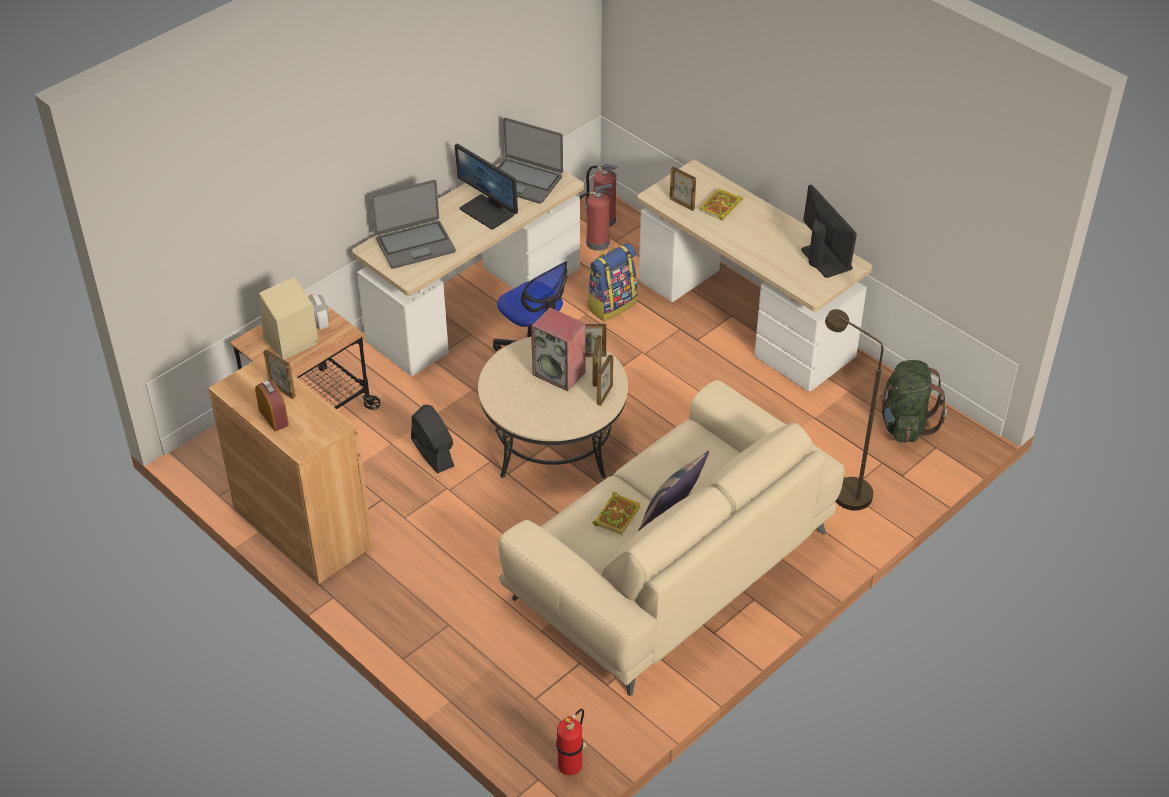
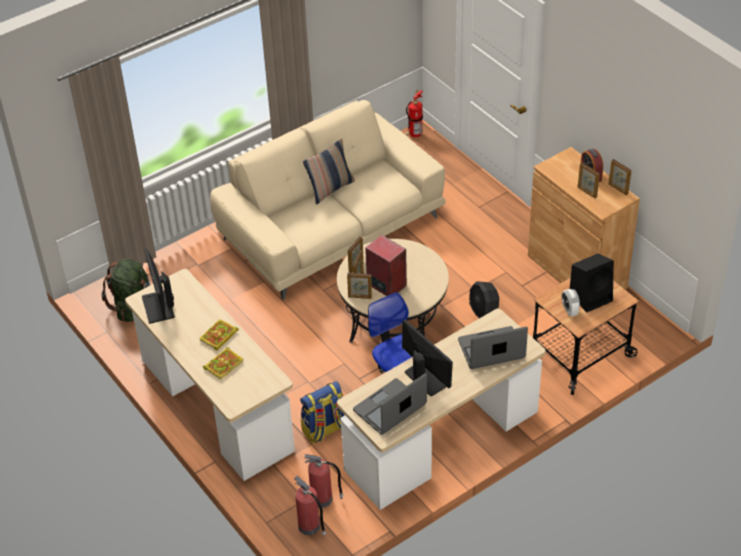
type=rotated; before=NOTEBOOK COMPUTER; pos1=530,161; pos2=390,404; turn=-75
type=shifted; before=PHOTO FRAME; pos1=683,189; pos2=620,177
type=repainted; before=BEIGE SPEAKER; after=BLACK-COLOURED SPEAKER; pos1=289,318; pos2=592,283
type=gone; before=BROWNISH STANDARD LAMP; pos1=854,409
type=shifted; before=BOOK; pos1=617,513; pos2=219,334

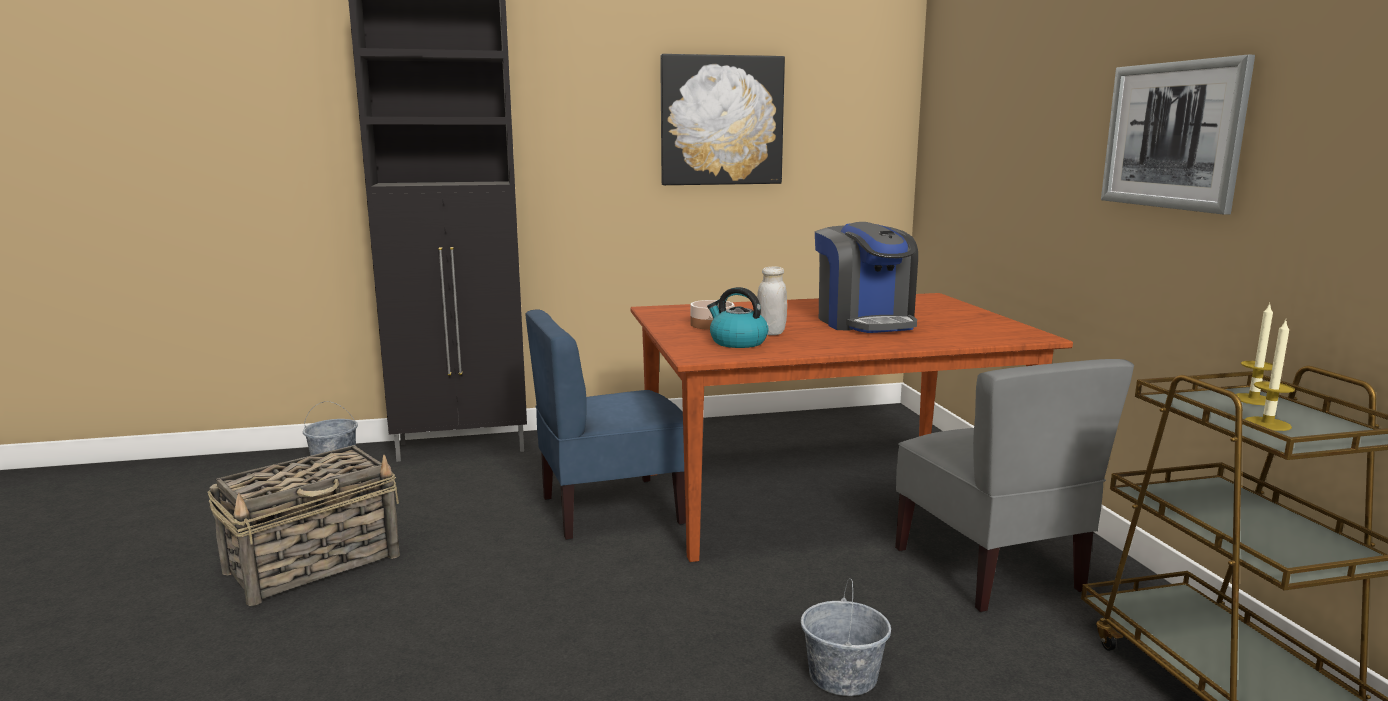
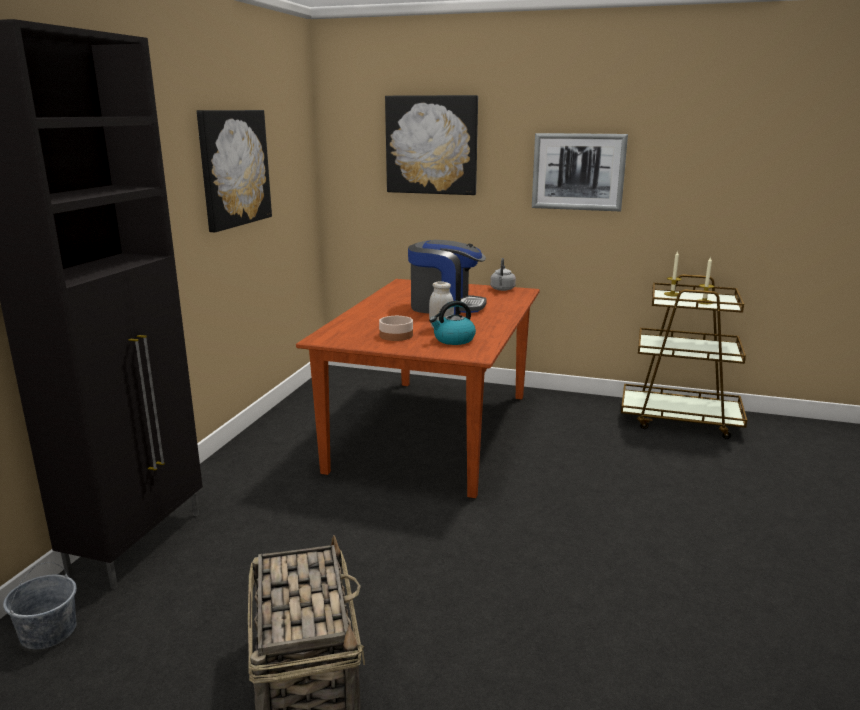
type=gone; before=BLUE-COLOURED CHAIR; pos1=605,424
type=gone; before=GREY CHAIR; pos1=1014,485
type=gone; before=GREY PAIL; pos1=846,637
type=new; after=WALL ART; pos2=431,145
type=new; after=GREY TEA KETTLE; pos2=503,274

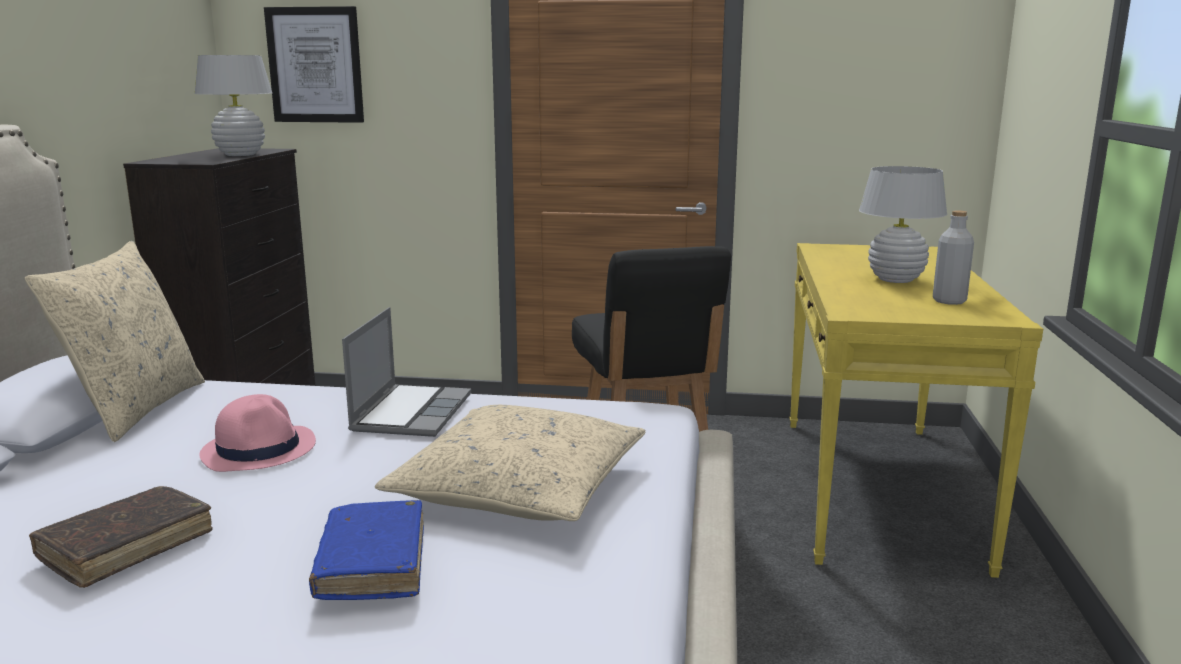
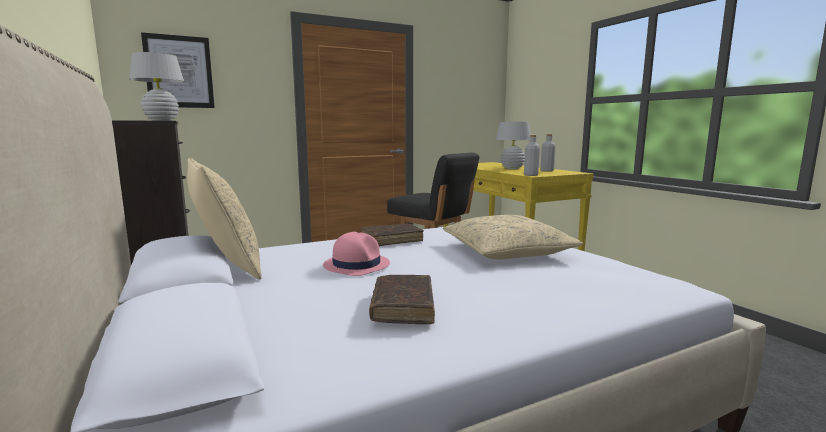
type=swapped; before=NOTEBOOK COMPUTER; after=BROWNISH BOOK; pos1=406,372; pos2=392,235
type=gone; before=BLUE-COLOURED BOOK; pos1=366,550
type=new; after=GREY DRINK BOTTLE; pos2=532,155

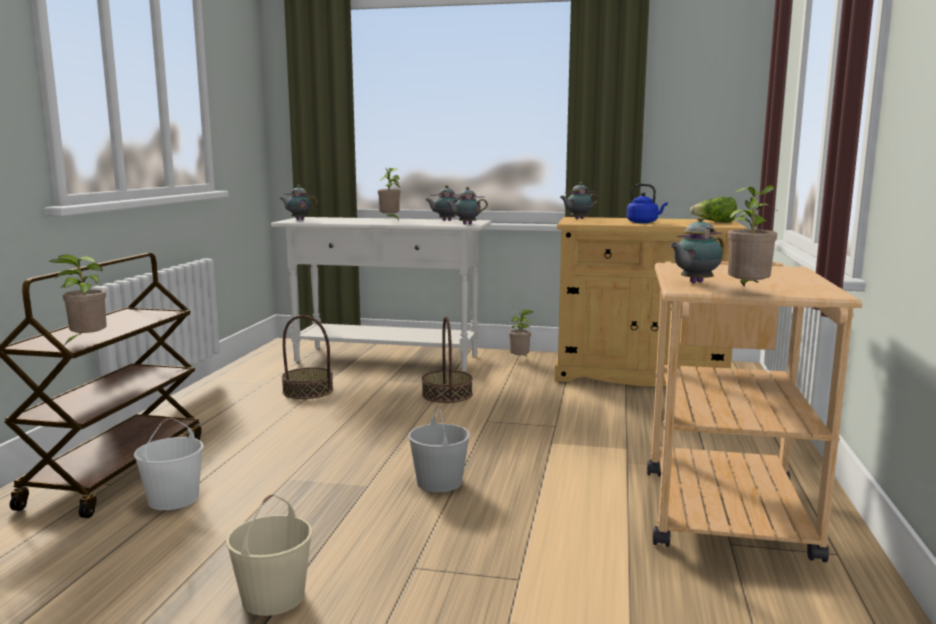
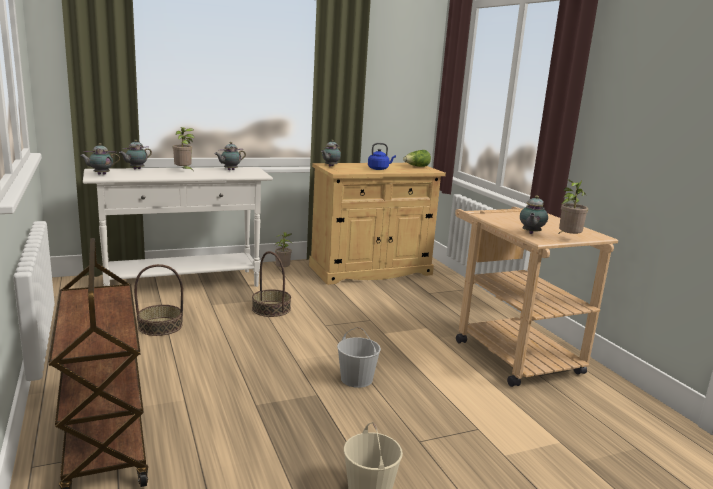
type=shifted; before=POT FOR TEA; pos1=466,206; pos2=135,154
type=gone; before=HOUSEPLANT; pos1=78,300
type=gone; before=WHITE-COLOURED PAIL; pos1=169,464

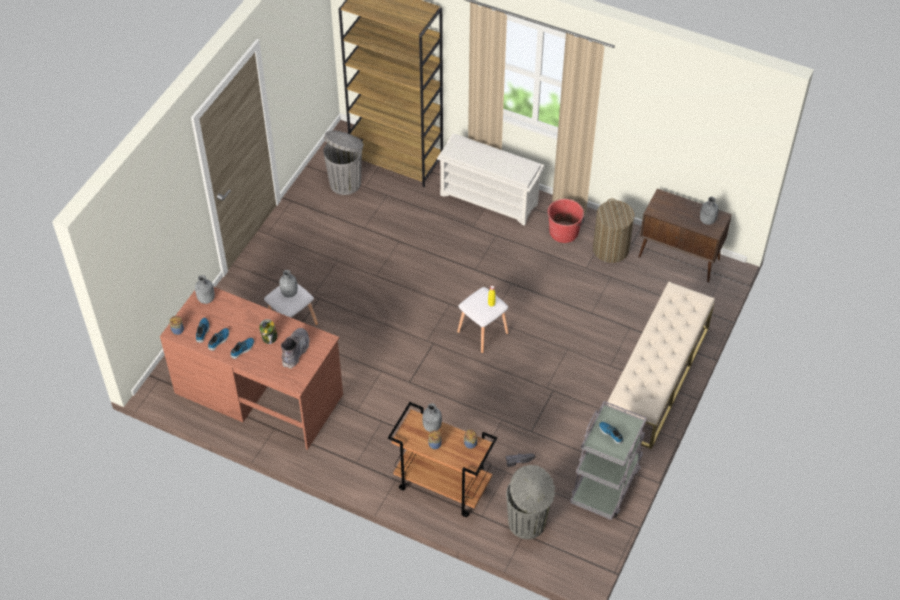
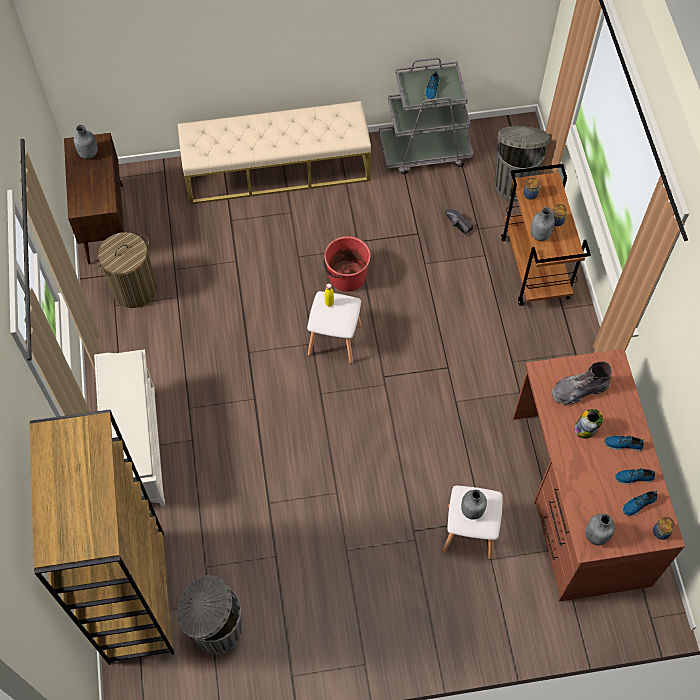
type=shifted; before=RED PAIL; pos1=566,221; pos2=347,264

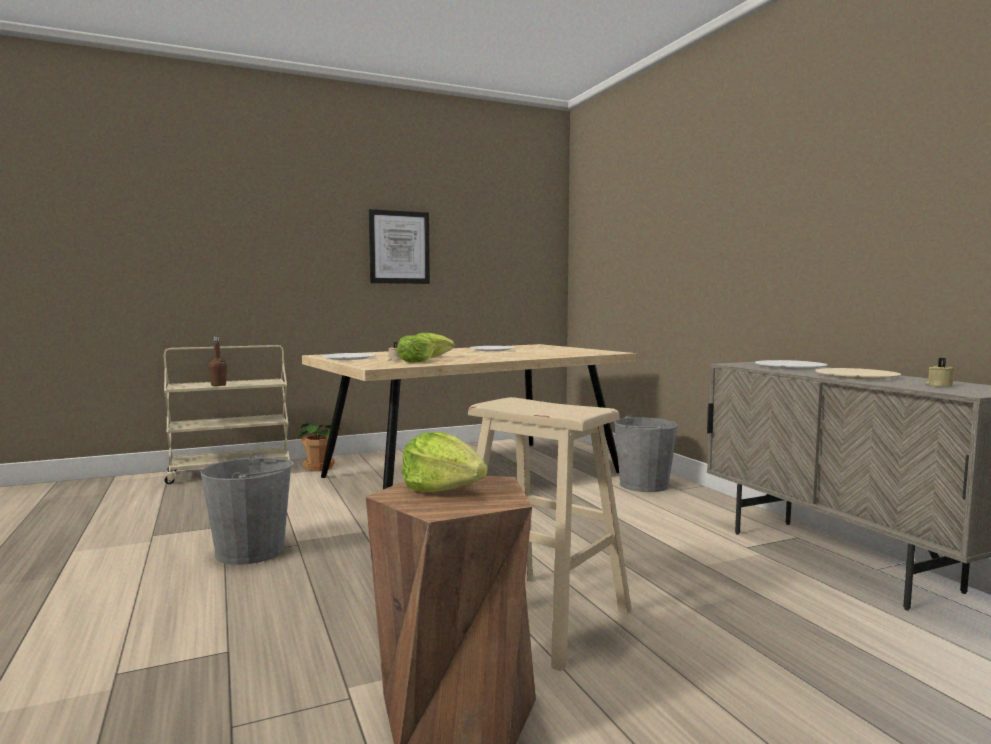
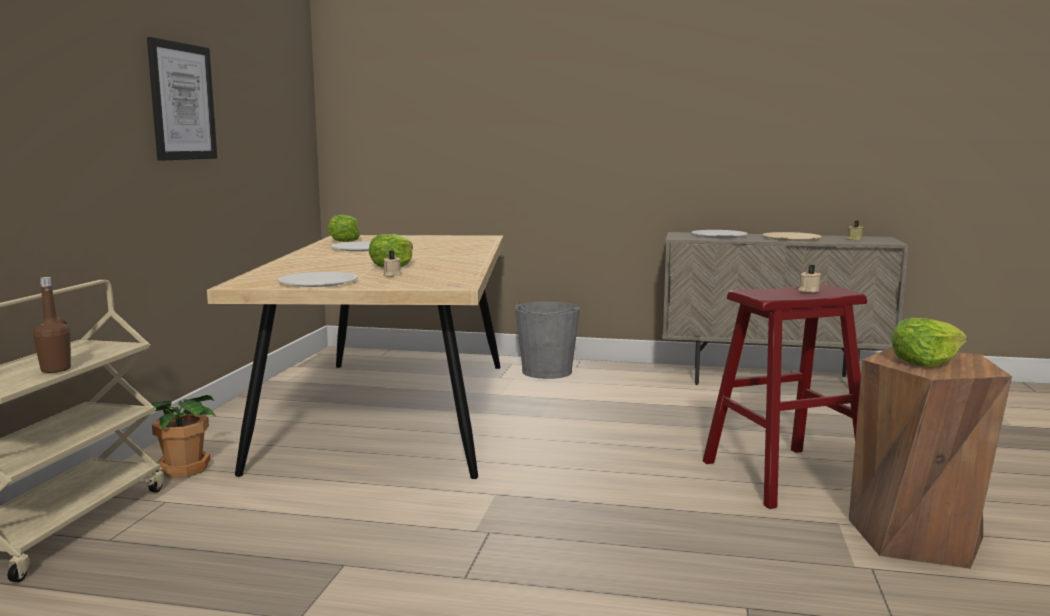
type=shifted; before=LETTUCE; pos1=416,349; pos2=344,228
type=repainted; before=BEIGE STOOL SEAT; after=RED STOOL SEAT; pos1=550,534; pos2=785,396
type=gone; before=GREY PAIL; pos1=247,509
type=new; after=BEIGE WAX CANDLE; pos2=809,278

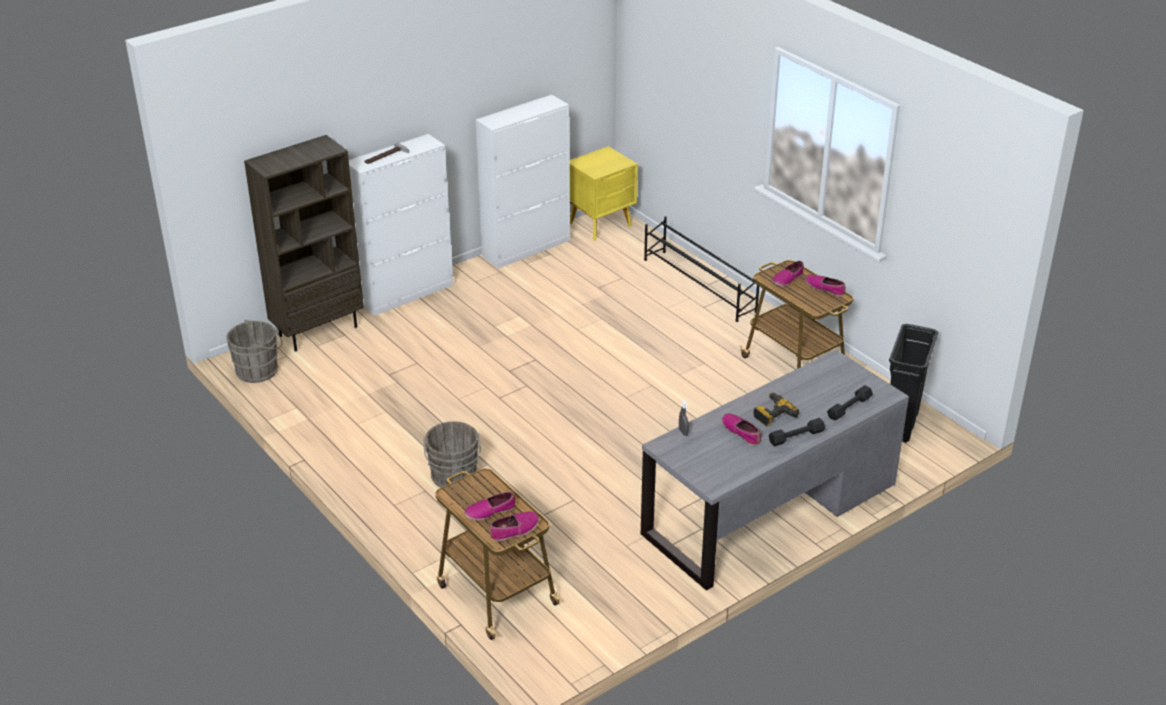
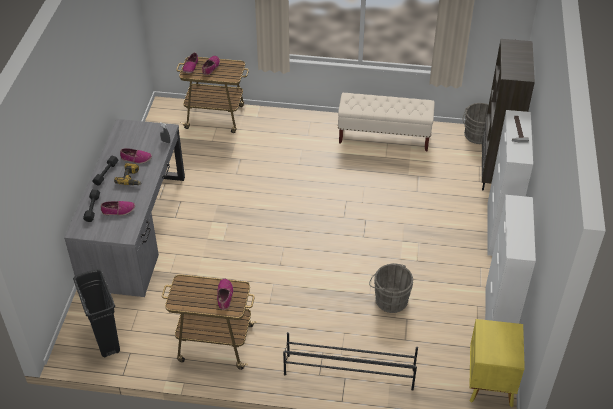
type=shifted; before=ITEM OF FOOTWEAR; pos1=825,285; pos2=118,208
type=shifted; before=GREY PAIL; pos1=452,454; pos2=391,288
type=new; after=BEIGE BENCH; pos2=386,122

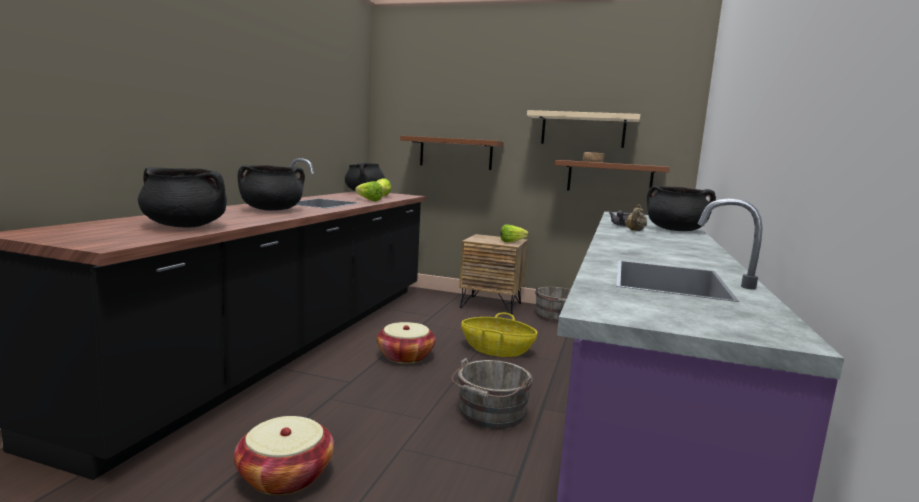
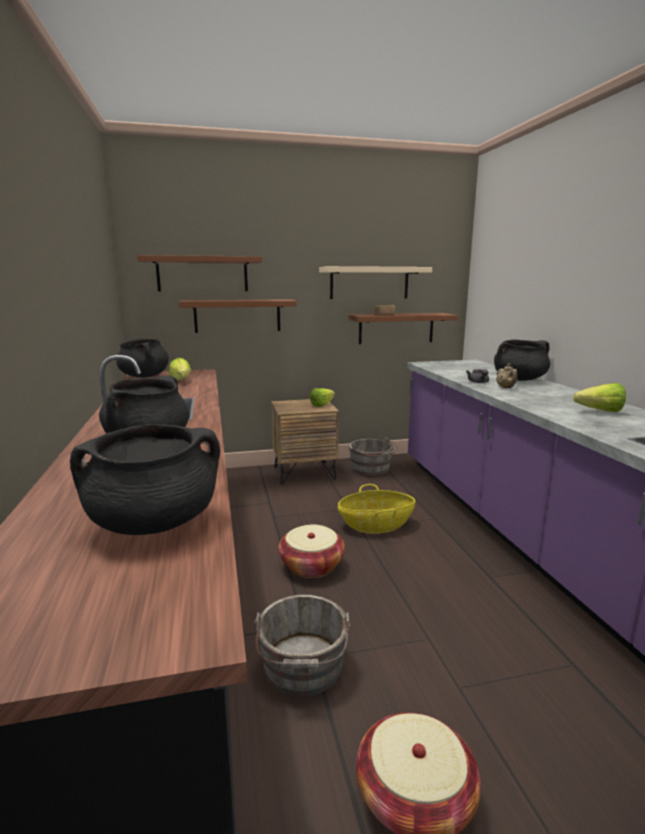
type=shifted; before=LETTUCE; pos1=369,191; pos2=599,397
type=shifted; before=GREY PAIL; pos1=492,393; pos2=302,645
type=new; after=BROWNISH BRACKET SHELF; pos2=199,273

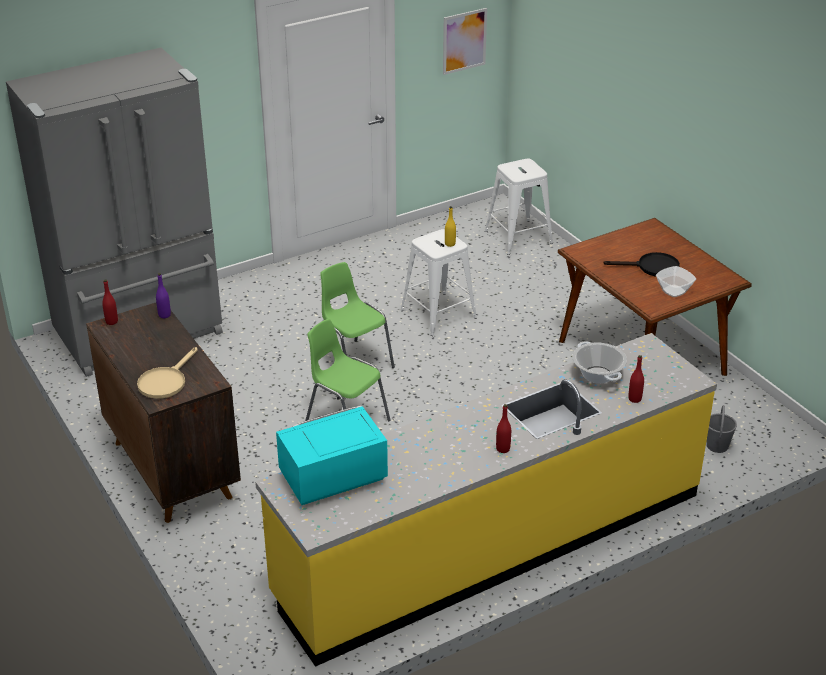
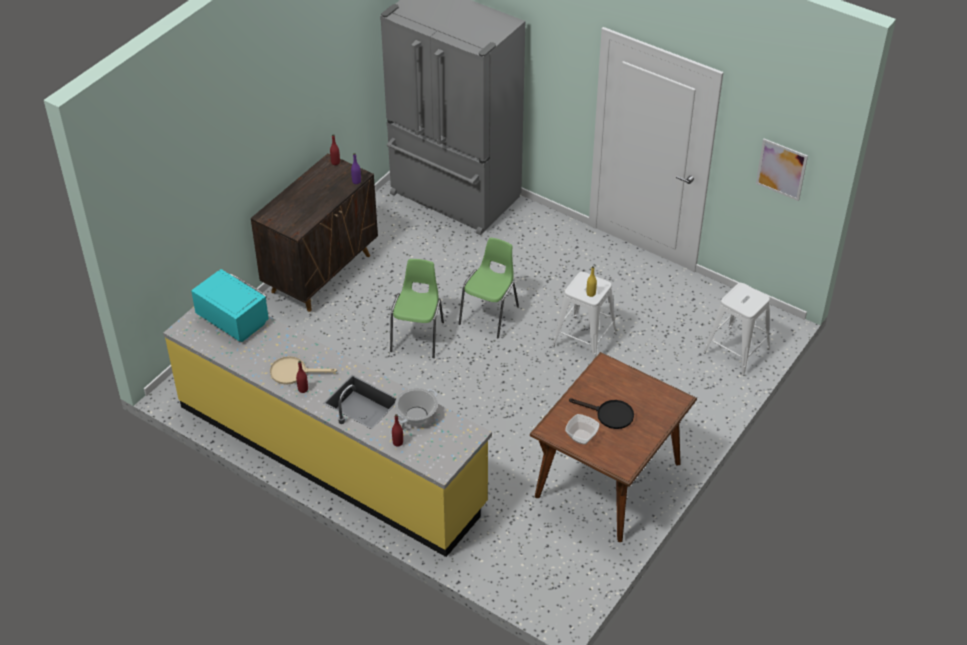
type=rotated; before=BLACK-COLOURED FRYING PAN; pos1=641,264; pos2=601,413; turn=-45
type=shifted; before=BEIGE FRYING PAN; pos1=167,373; pos2=303,370
type=gone; before=GREY PAIL; pos1=721,429

